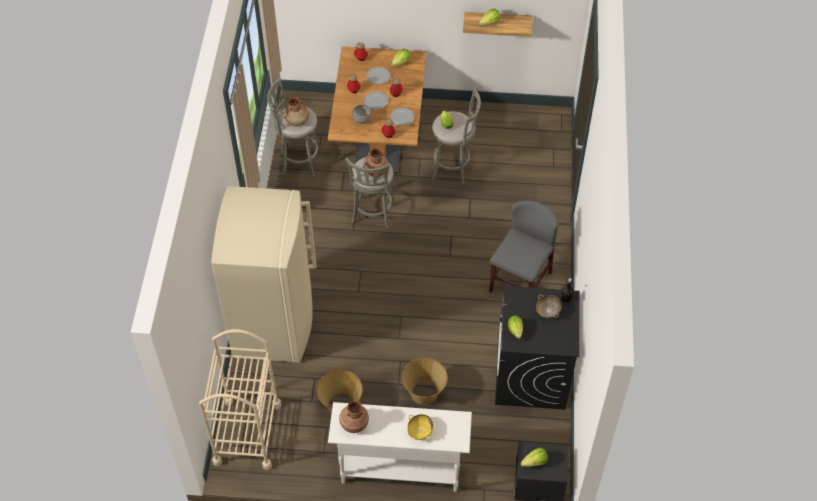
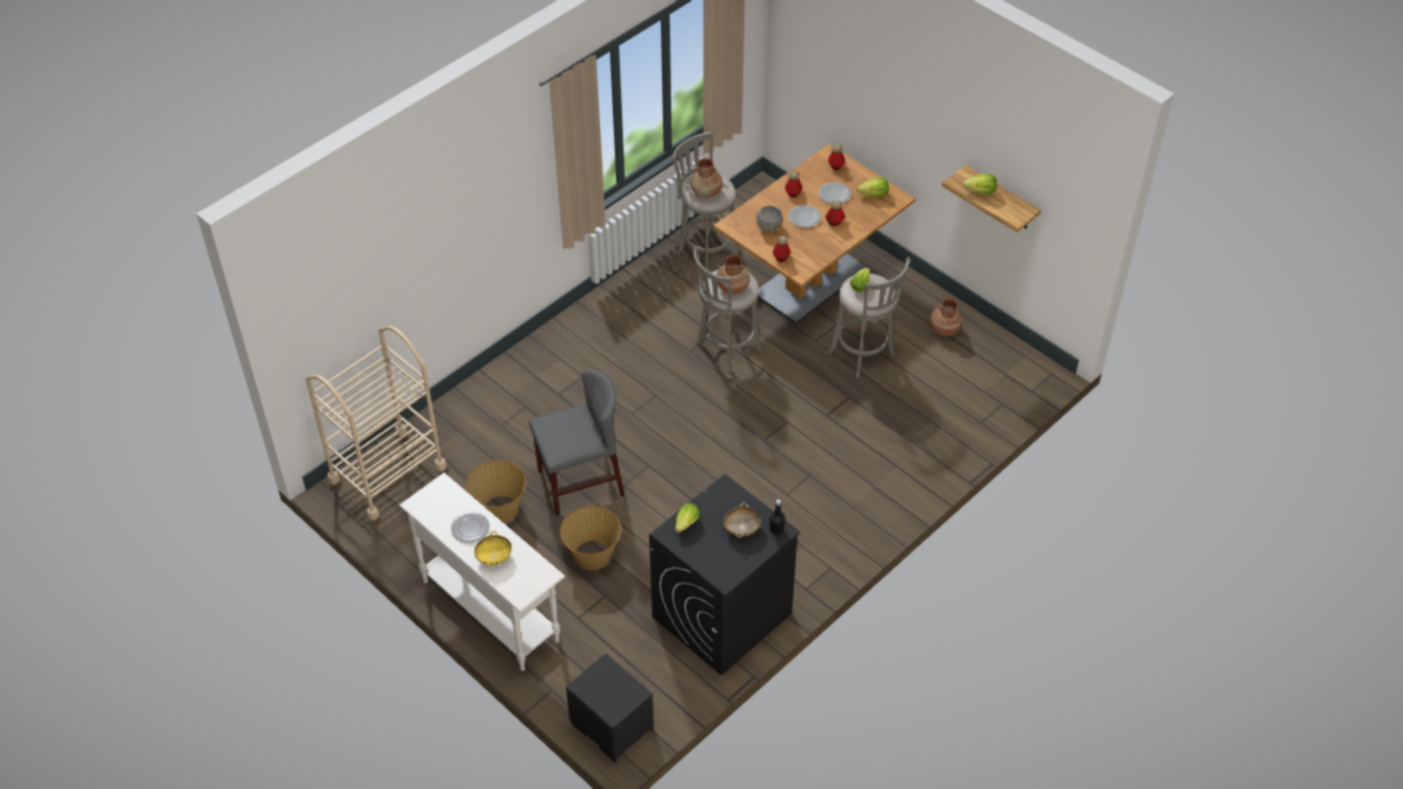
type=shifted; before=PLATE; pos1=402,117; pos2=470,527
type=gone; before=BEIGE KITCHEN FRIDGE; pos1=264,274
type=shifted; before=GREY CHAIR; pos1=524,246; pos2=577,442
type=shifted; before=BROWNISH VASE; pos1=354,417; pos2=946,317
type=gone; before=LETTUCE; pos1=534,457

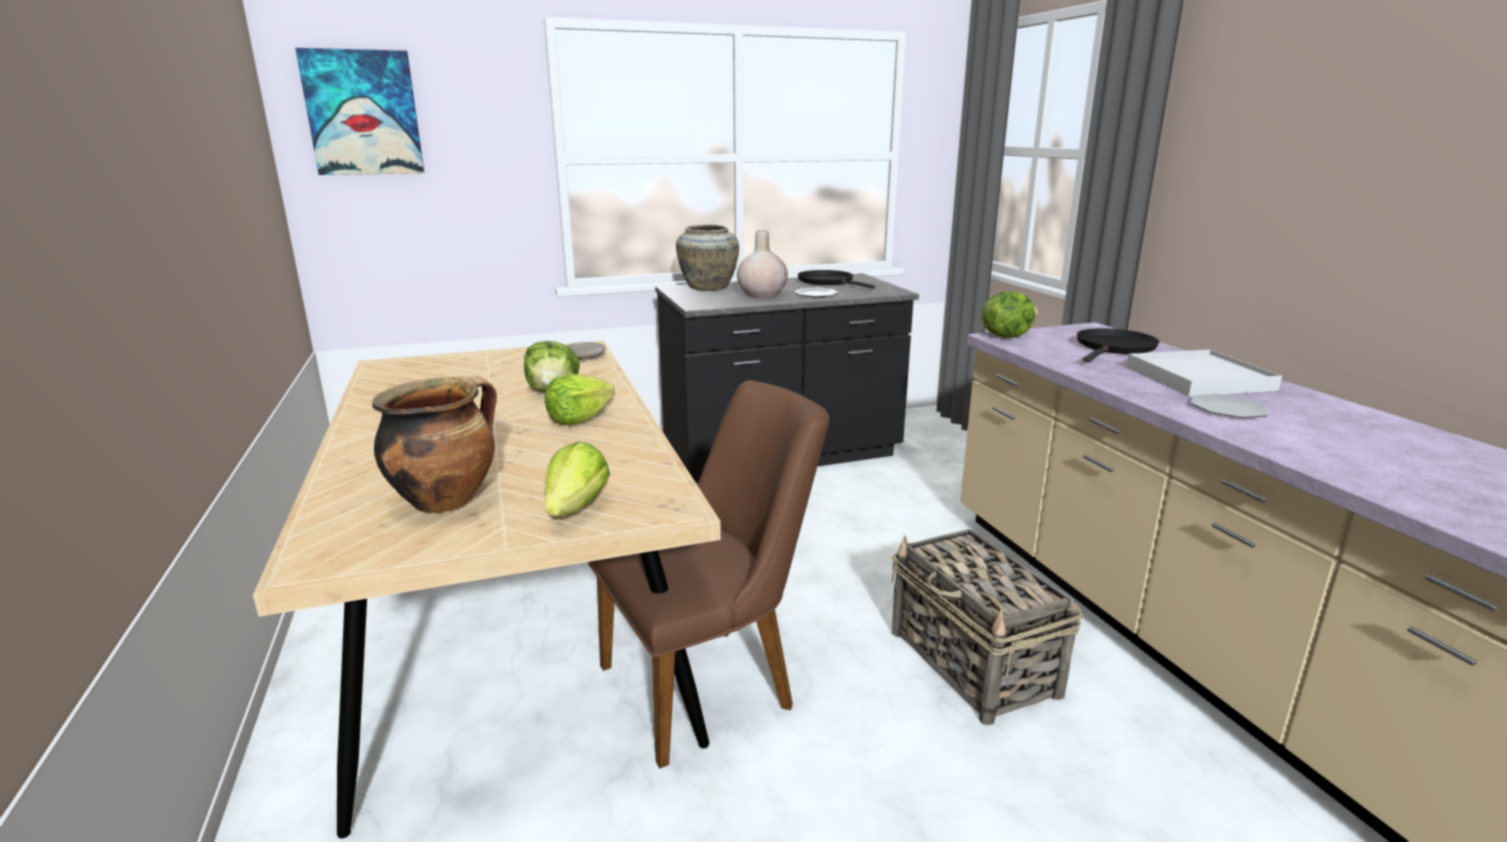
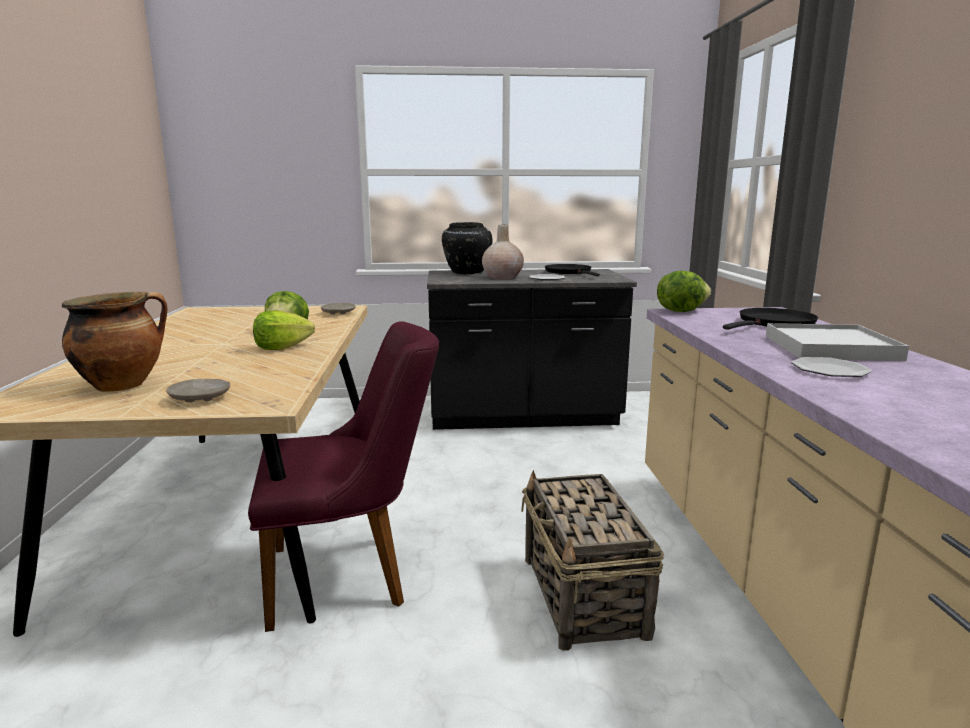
type=gone; before=WALL ART; pos1=359,111
type=repainted; before=BEIGE VASE; after=BLACK-COLOURED VASE; pos1=707,257; pos2=467,248
type=repainted; before=BROWNISH CHAIR; after=PURPLE CHAIR; pos1=708,574; pos2=343,476
type=swapped; before=LETTUCE; after=BEIGE PLATE; pos1=577,479; pos2=198,390

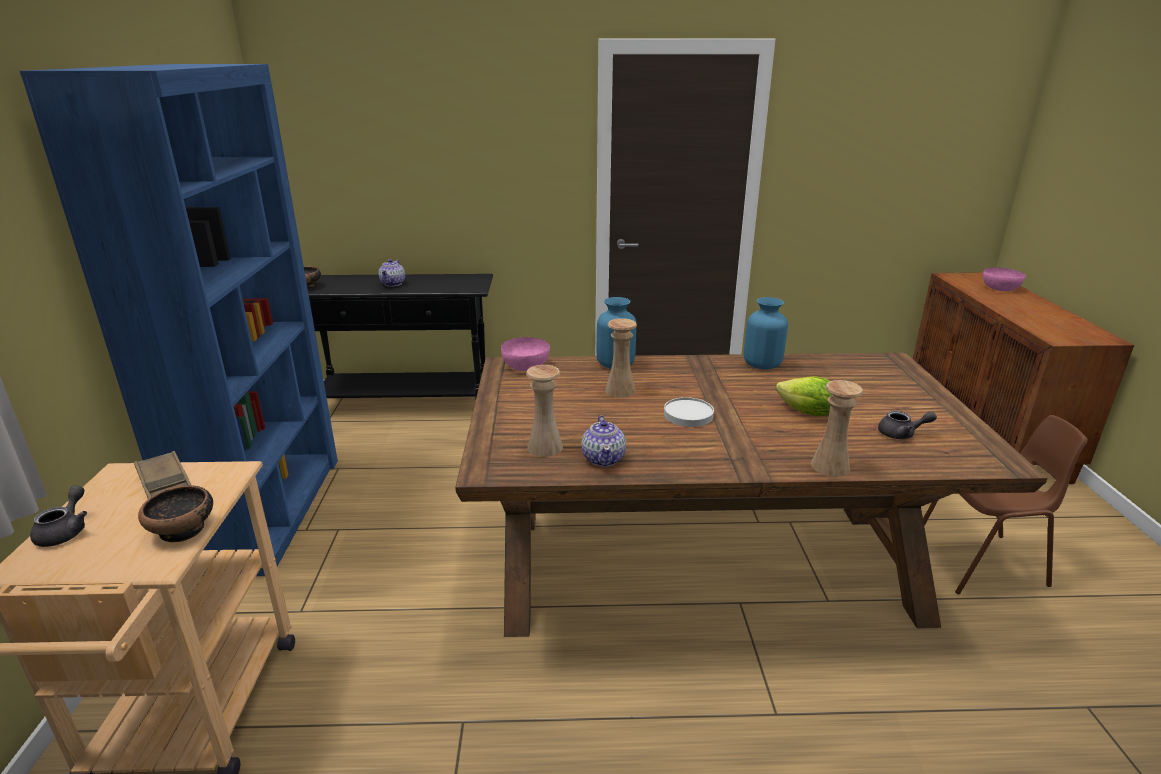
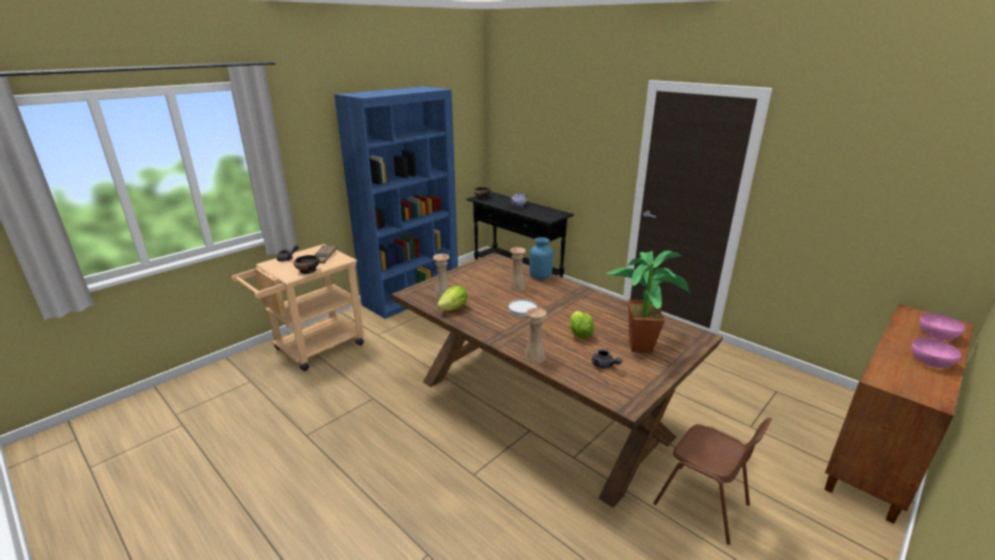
type=gone; before=BLUE-COLOURED VASE; pos1=766,333
type=shifted; before=PINK SERVING BOWL; pos1=525,354; pos2=936,352
type=swapped; before=POT FOR TEA; after=LETTUCE; pos1=603,441; pos2=452,298
type=new; after=HOUSEPLANT; pos2=648,301

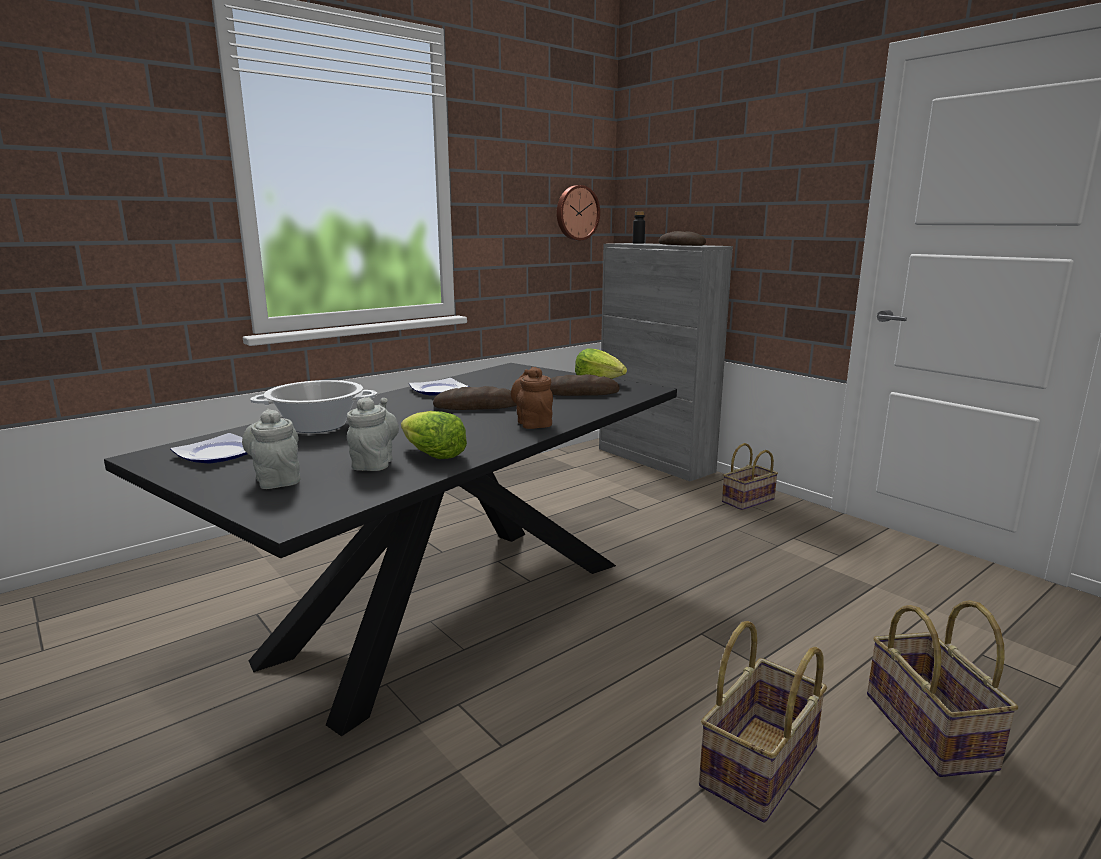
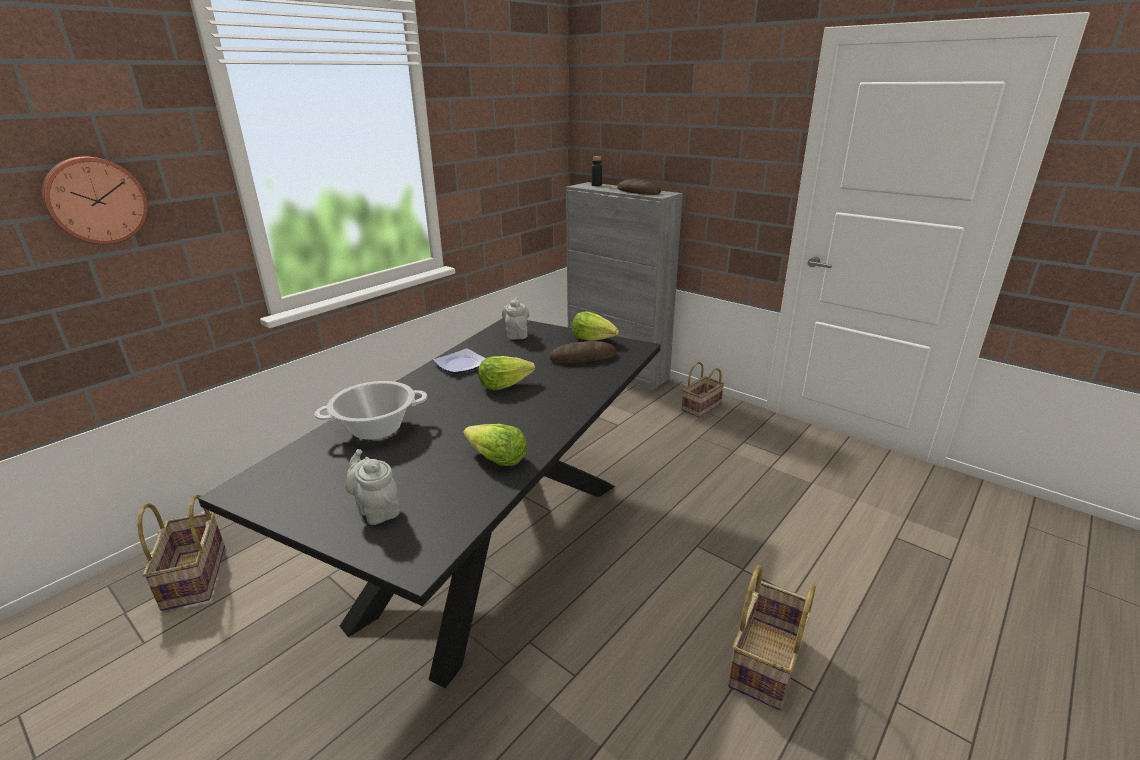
type=shifted; before=HANGING CLOCK; pos1=578,212; pos2=95,200
type=gone; before=BROWNISH POT FOR TEA; pos1=532,398
type=swapped; before=BAKERY BREAD; after=LETTUCE; pos1=475,398; pos2=506,373
type=shifted; before=GREY POT FOR TEA; pos1=373,433; pos2=515,318
type=gone; before=PLATE; pos1=208,448
type=shifted; before=STORAGE BASKET; pos1=942,688; pos2=181,553

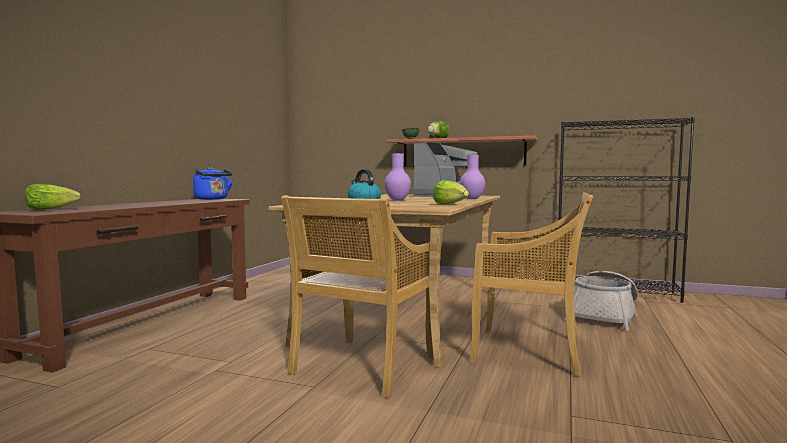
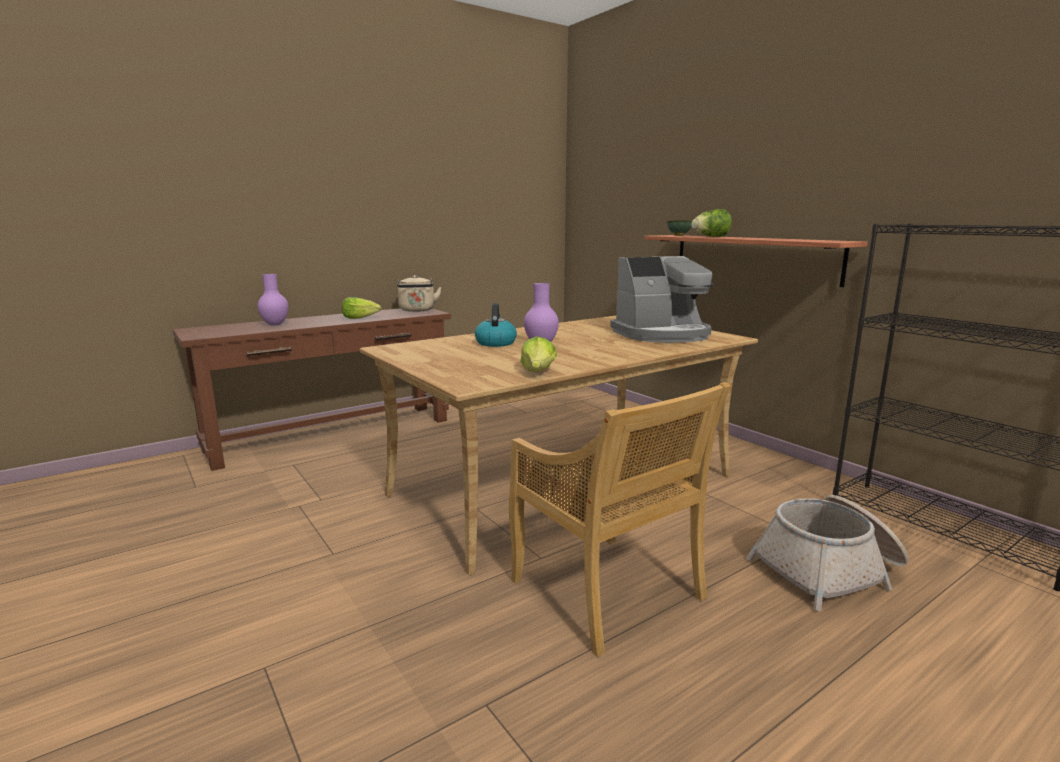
type=shifted; before=PURPLE VASE; pos1=472,177; pos2=272,300
type=repainted; before=BLUE-COLOURED TEA KETTLE; after=BEIGE TEA KETTLE; pos1=213,183; pos2=419,293
type=shifted; before=LETTUCE; pos1=53,197; pos2=361,308
type=gone; before=BEIGE CHAIR; pos1=357,297

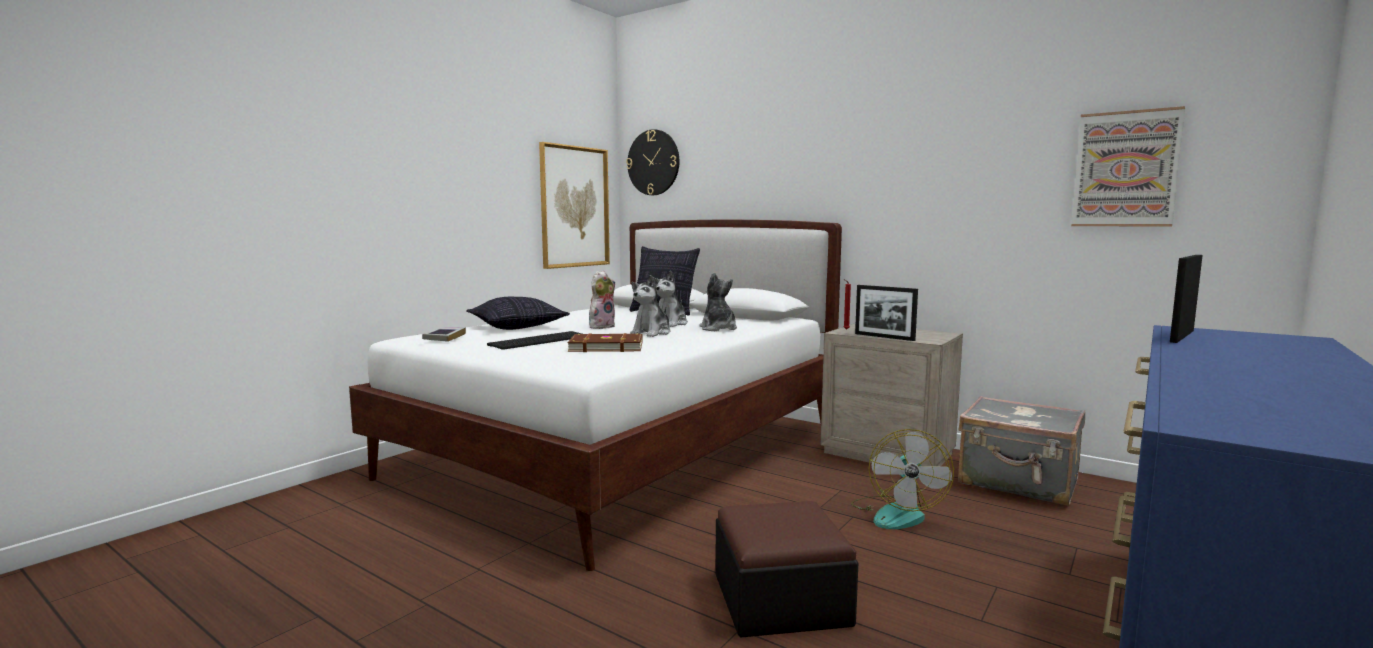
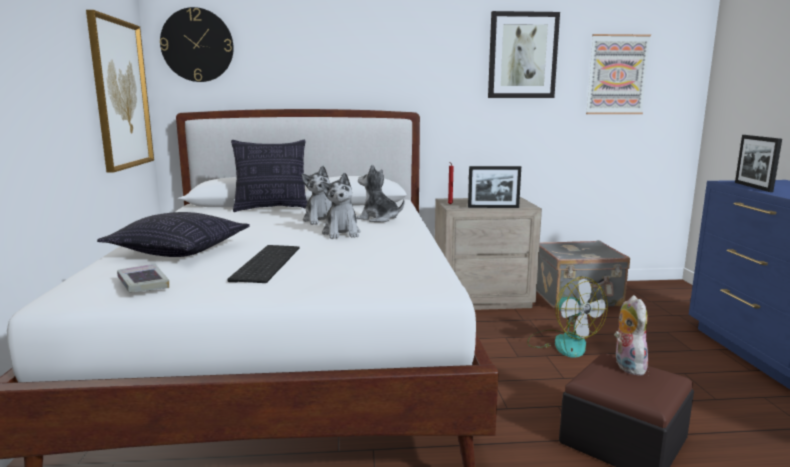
type=shifted; before=SOFT TOY; pos1=602,300; pos2=631,335
type=gone; before=BROWNISH BOOK; pos1=605,342
type=new; after=WALL ART; pos2=524,54

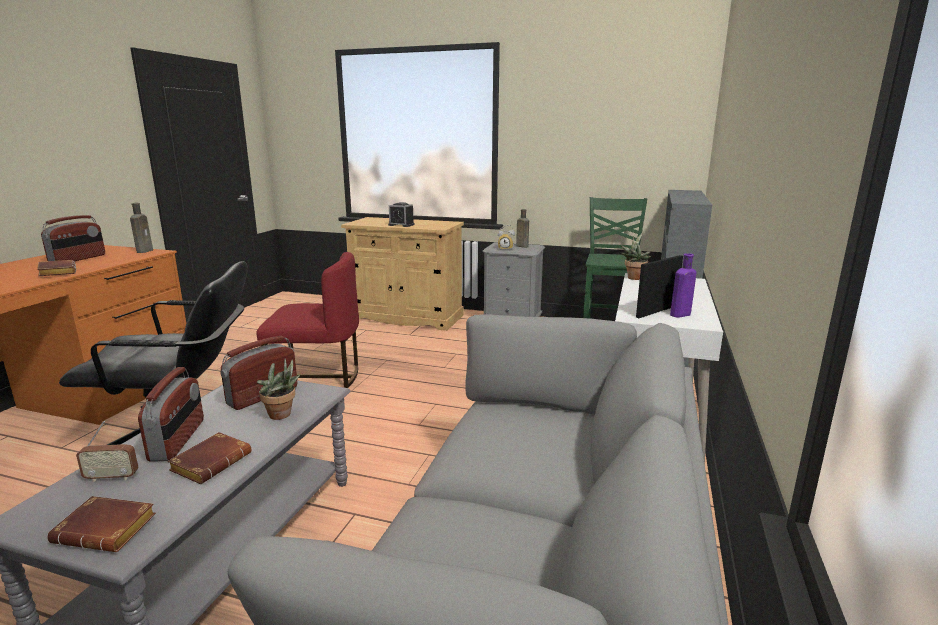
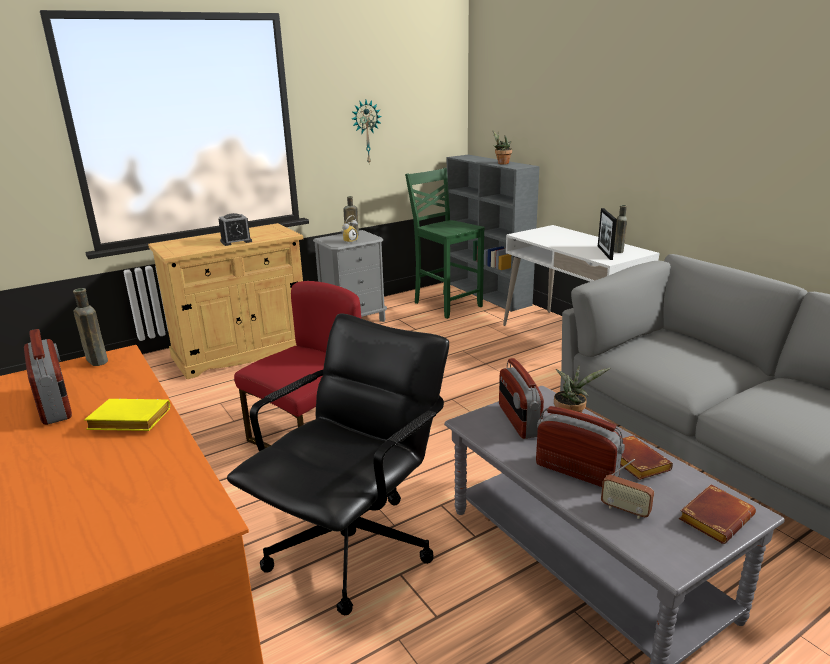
type=shifted; before=HOUSEPLANT; pos1=636,256; pos2=502,147
type=repainted; before=PURPLE DRINK BOTTLE; after=BROWNISH DRINK BOTTLE; pos1=683,285; pos2=620,229
type=repainted; before=BROWNISH BOOK; after=YELLOWISH BOOK; pos1=56,268; pos2=127,414
type=rotated; before=RADIO; pos1=107,451; pos2=627,489; turn=90
type=new; after=HANGING CLOCK; pos2=367,131

